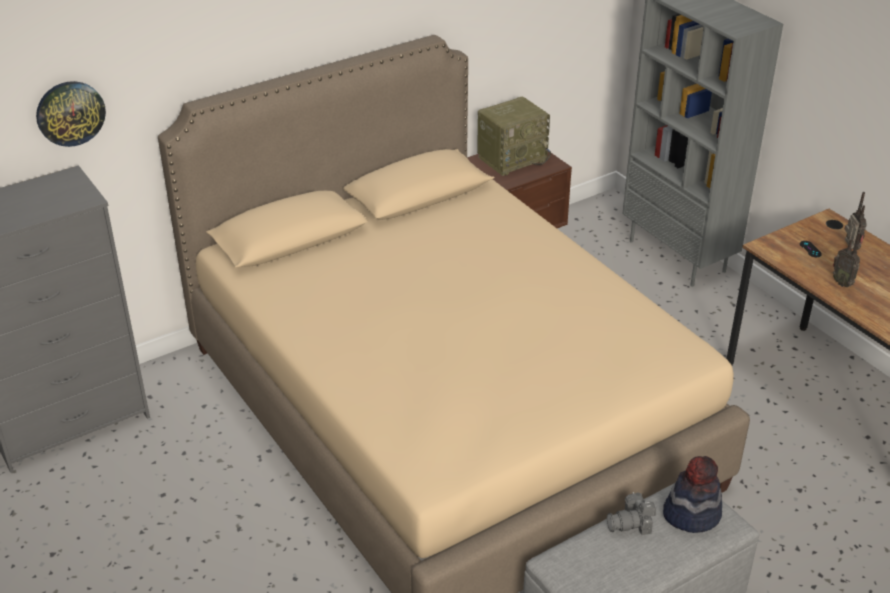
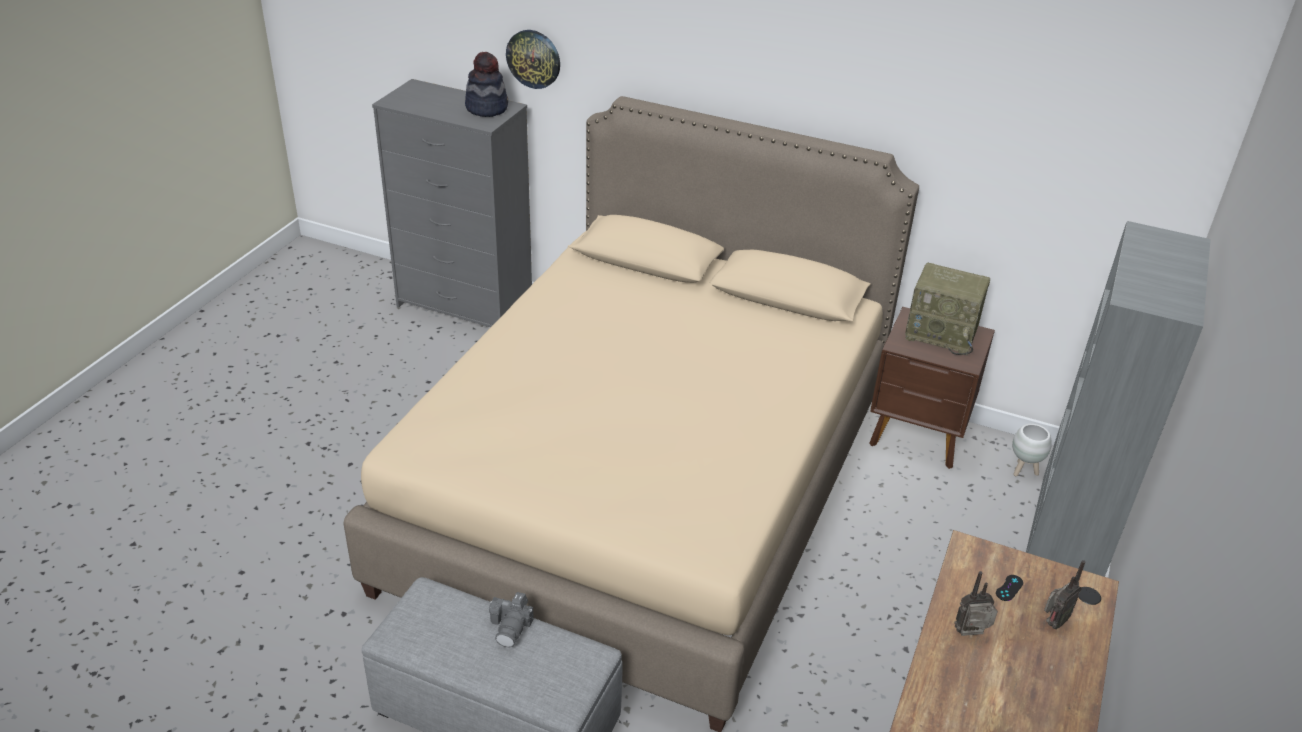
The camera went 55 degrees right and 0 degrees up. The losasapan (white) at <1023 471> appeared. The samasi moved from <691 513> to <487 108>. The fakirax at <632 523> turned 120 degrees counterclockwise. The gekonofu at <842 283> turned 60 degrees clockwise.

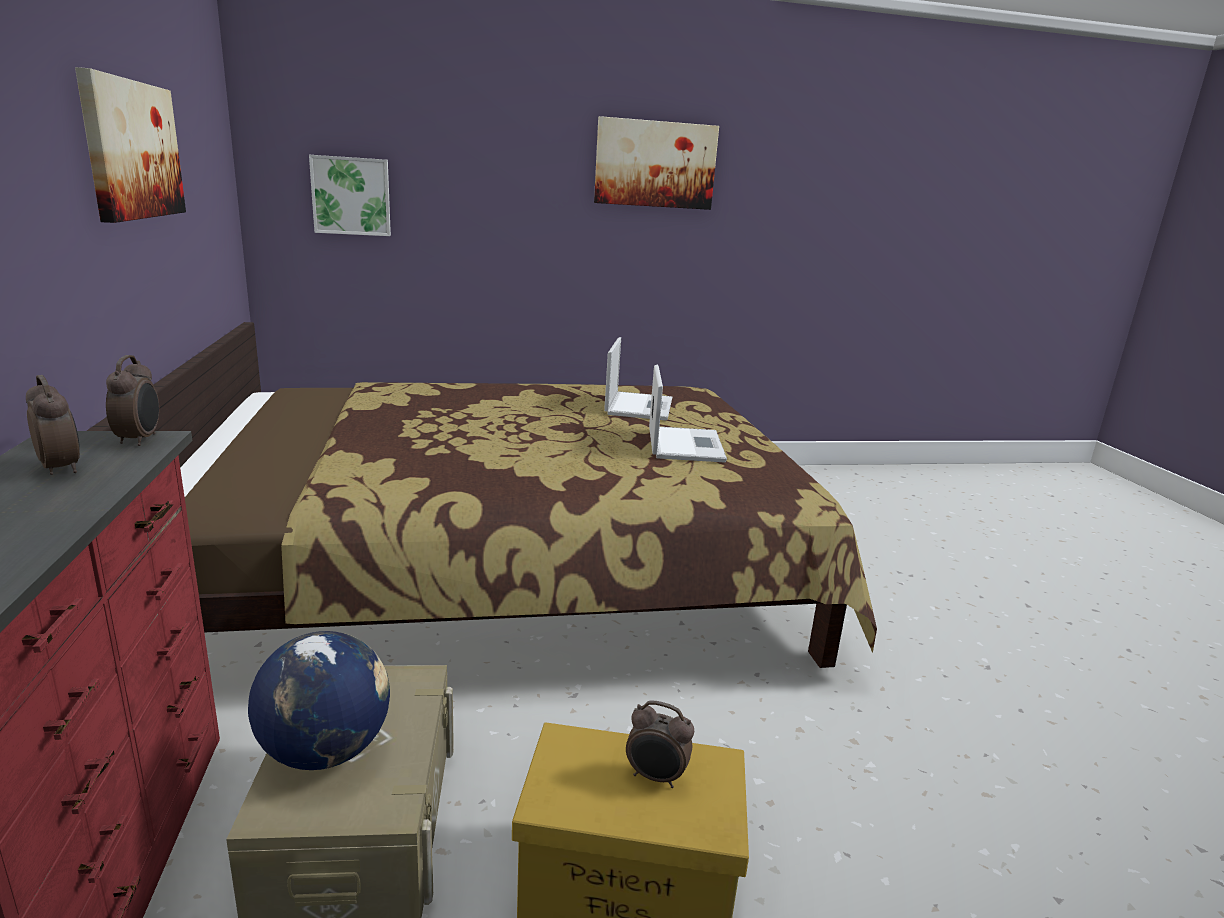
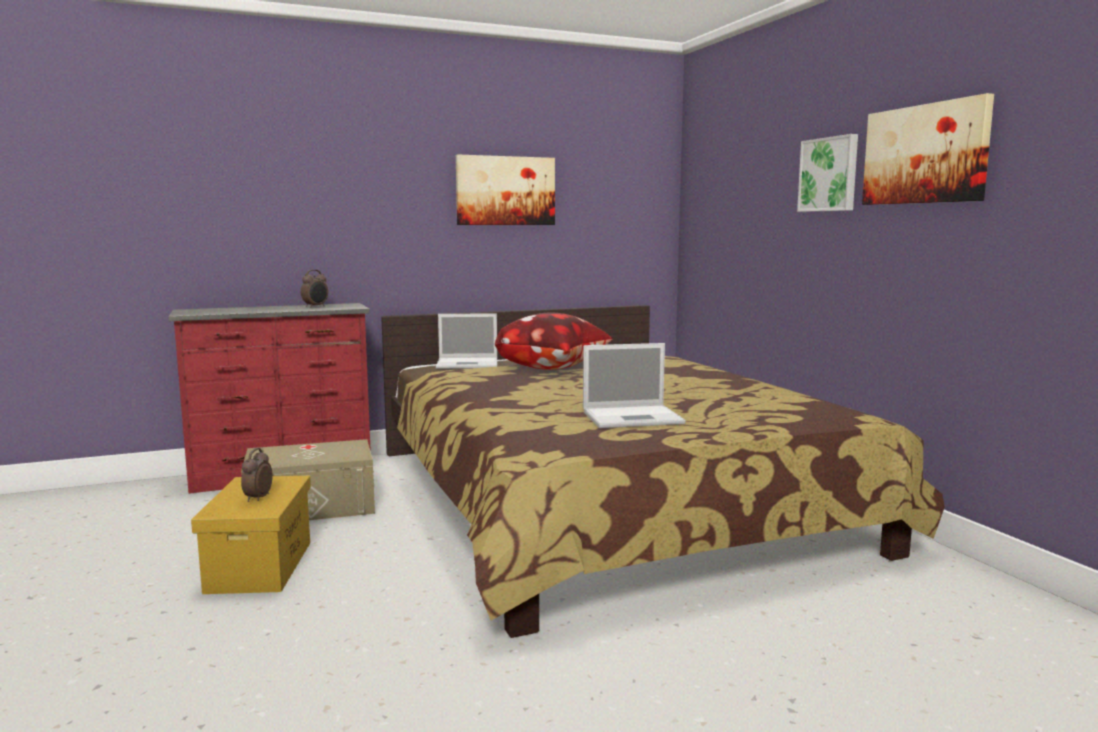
The camera went 80 degrees right and 10 degrees down. The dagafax at <140 439> disappeared. The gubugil at <326 751> disappeared. The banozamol at <554 368> appeared. The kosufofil moved from <351 196> to <829 174>. The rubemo moved from <639 406> to <469 364>.

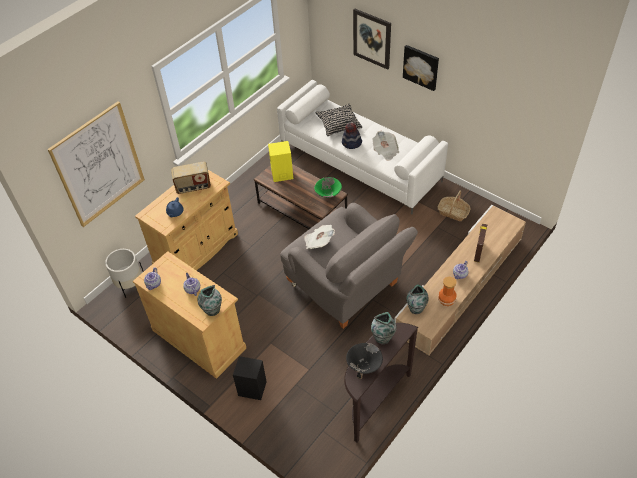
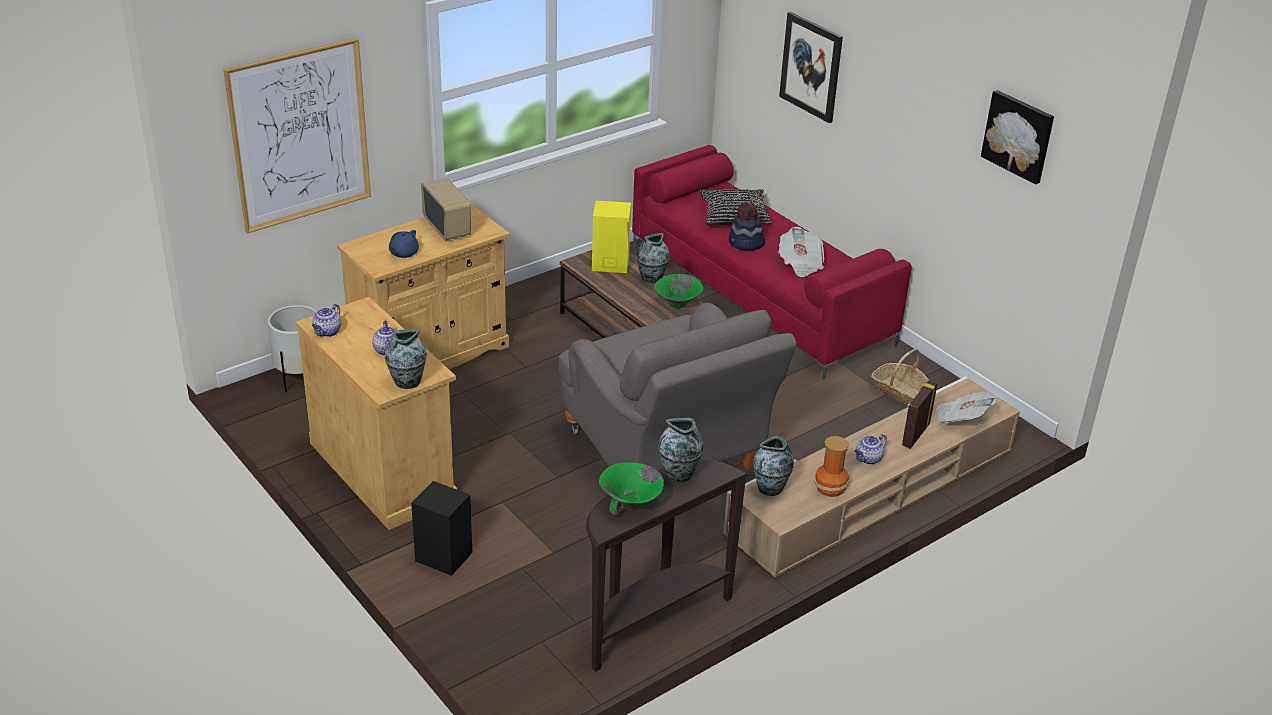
The camera went 10 degrees right and 15 degrees down. The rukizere at <651 278> appeared. The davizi moved from <318 242> to <961 419>. The kosufofil moved from <421 67> to <1019 136>. The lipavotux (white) at <360 163> became the lipavotux (red) at <760 294>. The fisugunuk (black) at <364 365> became the fisugunuk (green) at <630 503>. The gekonofu at <193 187> turned 120 degrees counterclockwise.

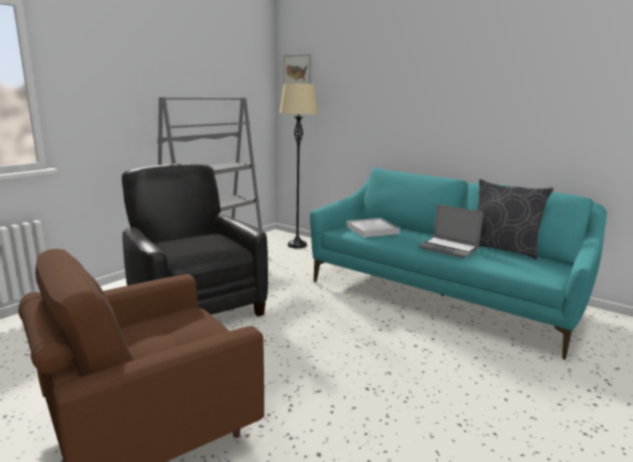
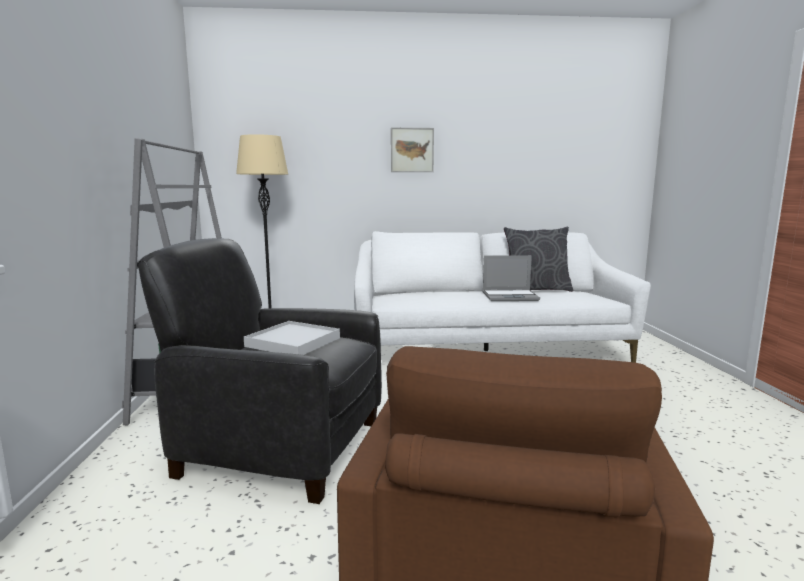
The camera went 40 degrees left and 5 degrees down. The kosufofil moved from <297 73> to <412 150>. The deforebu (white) moved from <372 230> to <293 342>. The lipavotux (turquoise) at <442 295> became the lipavotux (white) at <486 350>.

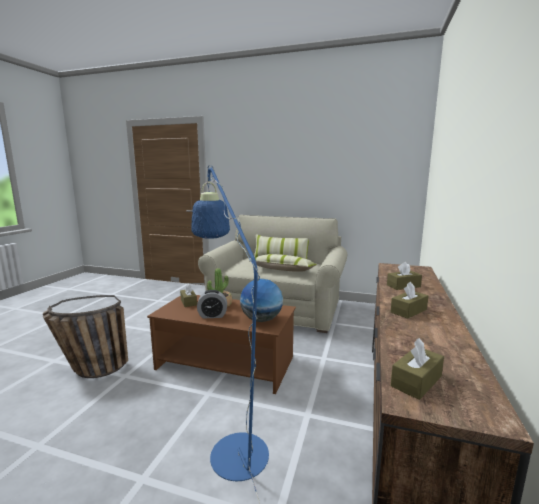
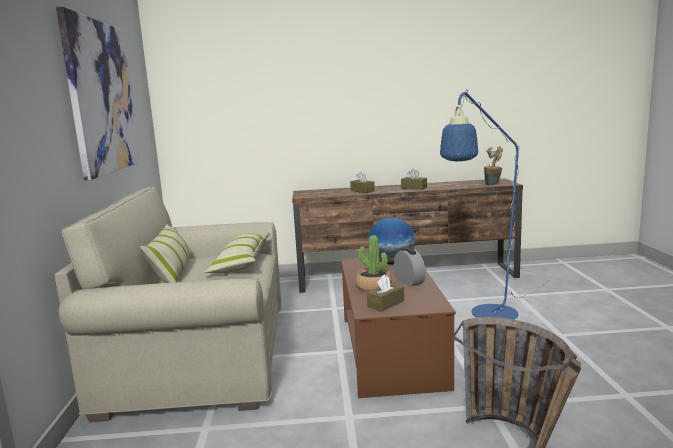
The camera went 110 degrees left and 0 degrees up. The kosufofil at <102 97> appeared. The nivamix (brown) at <416 381> was replaced by the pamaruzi at <493 184>.

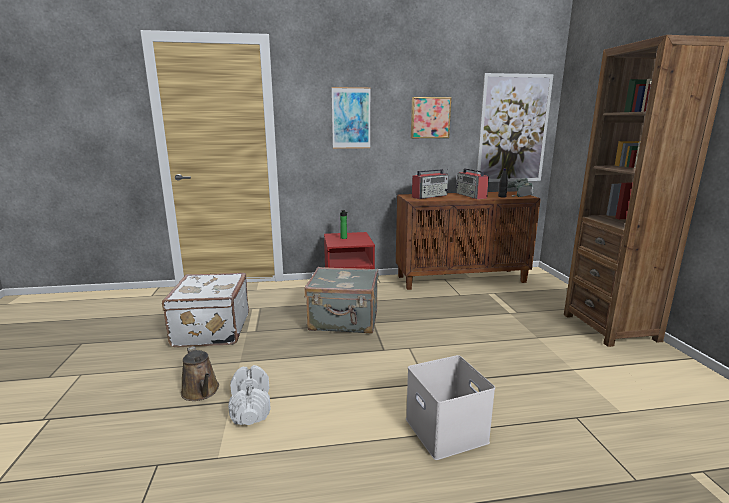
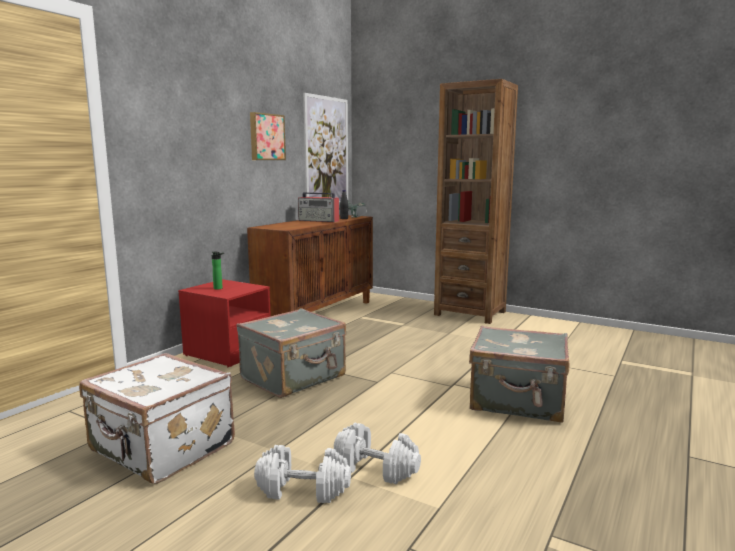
The camera went 50 degrees left and 5 degrees down. The kosufofil at <351 118> disappeared. The gekonofu at <430 196> disappeared. The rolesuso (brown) at <201 392> was replaced by the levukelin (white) at <303 489>. The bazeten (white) at <448 431> was replaced by the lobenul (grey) at <518 402>.

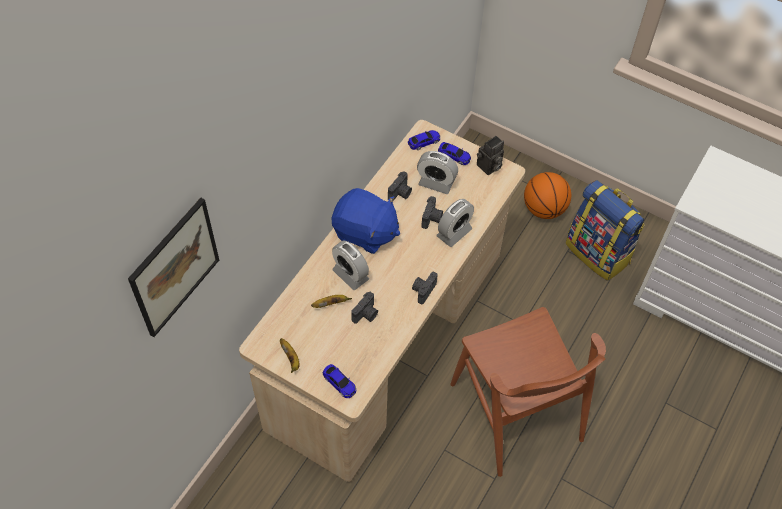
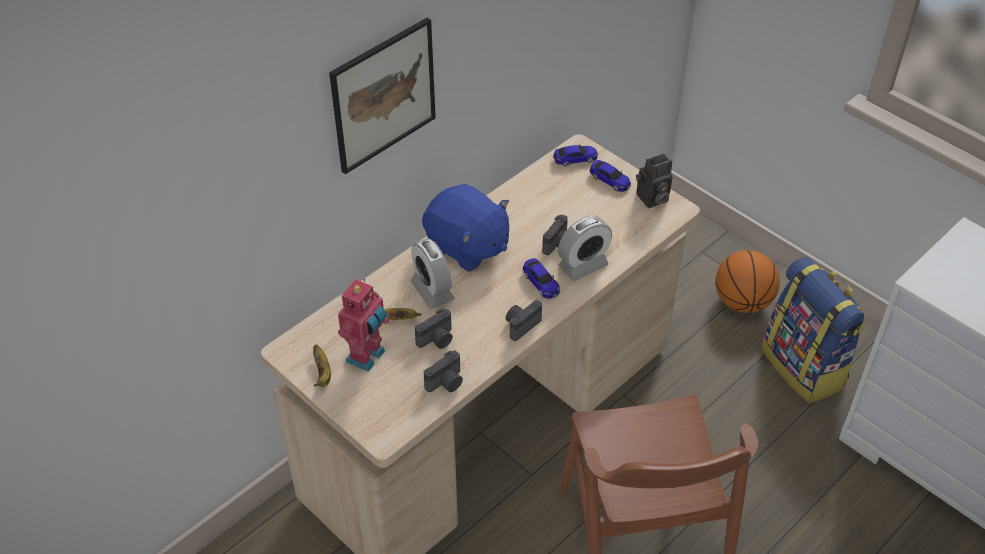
The camera went 15 degrees right and 10 degrees down. The dagafax at <436 183> disappeared. The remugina at <367 357> appeared. The kosufofil moved from <174 267> to <383 95>. The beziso moved from <339 383> to <541 283>. The fakirax moved from <400 193> to <446 383>.

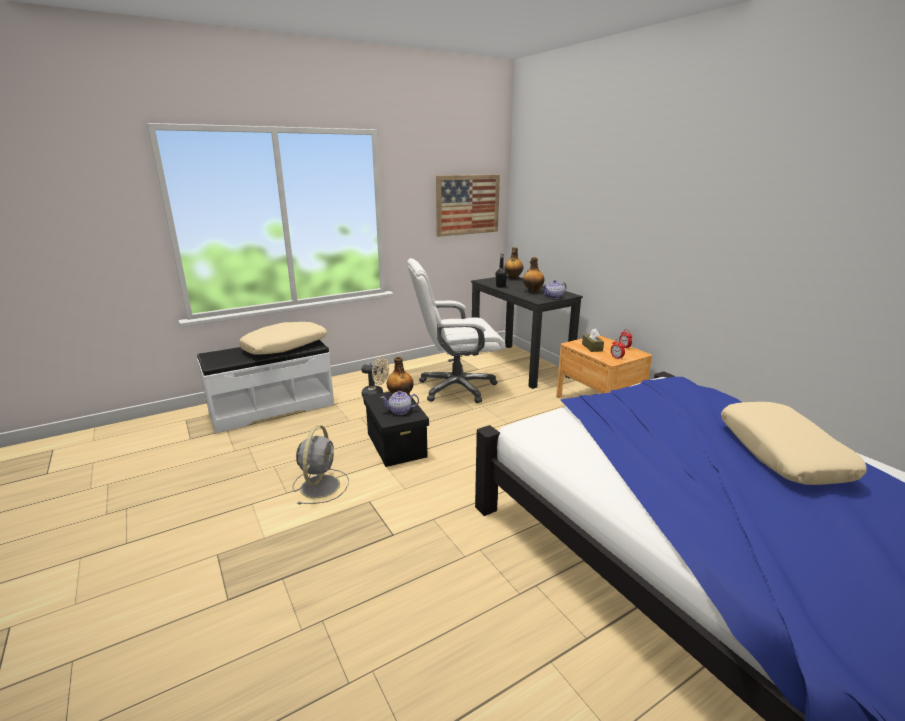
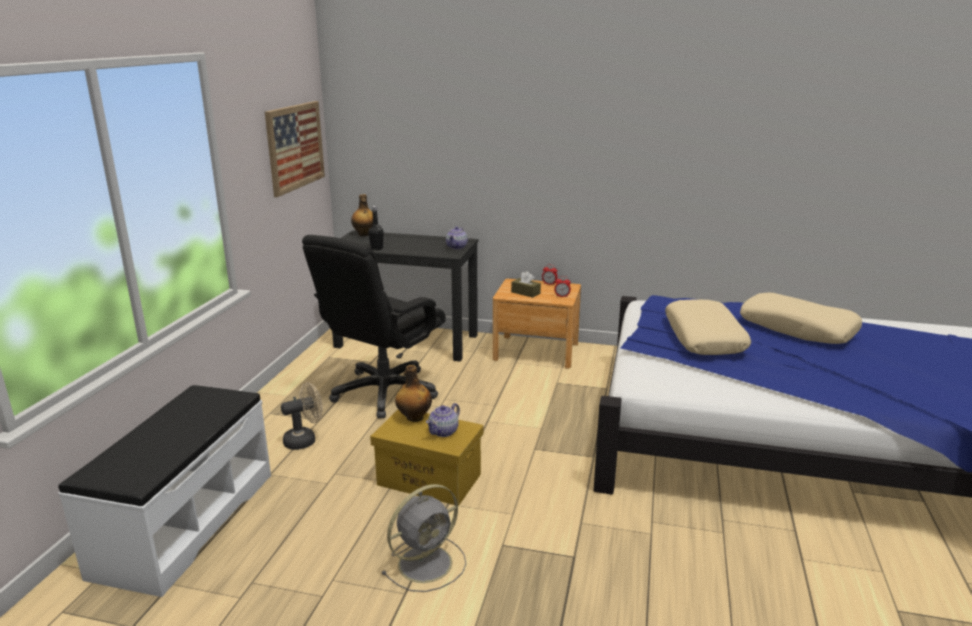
The camera went 45 degrees left and 0 degrees up. The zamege at <532 291> disappeared. The banozamol (beige) moved from <285 347> to <704 338>. The bazeten (black) at <397 445> became the bazeten (yellow) at <430 479>. The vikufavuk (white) at <456 388> became the vikufavuk (black) at <384 392>. The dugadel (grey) at <320 485> turned 90 degrees clockwise.

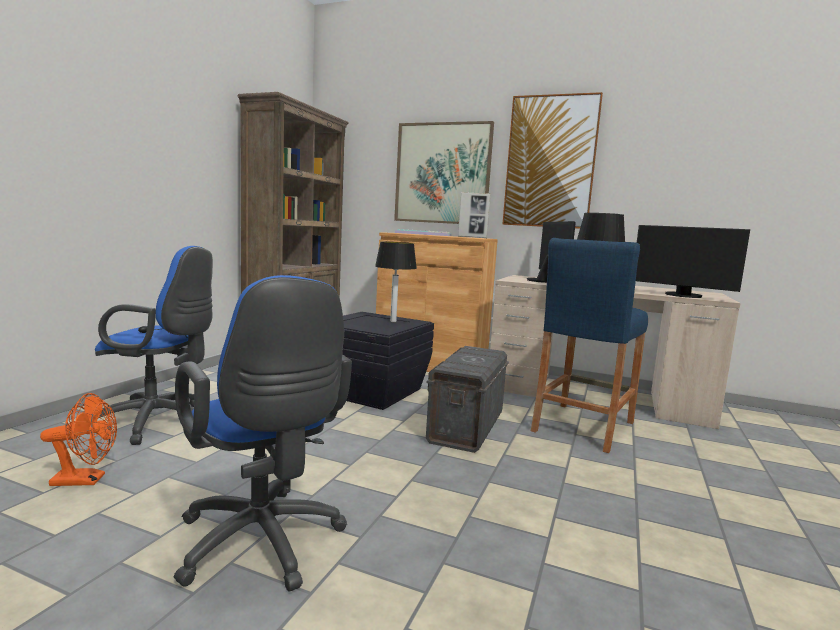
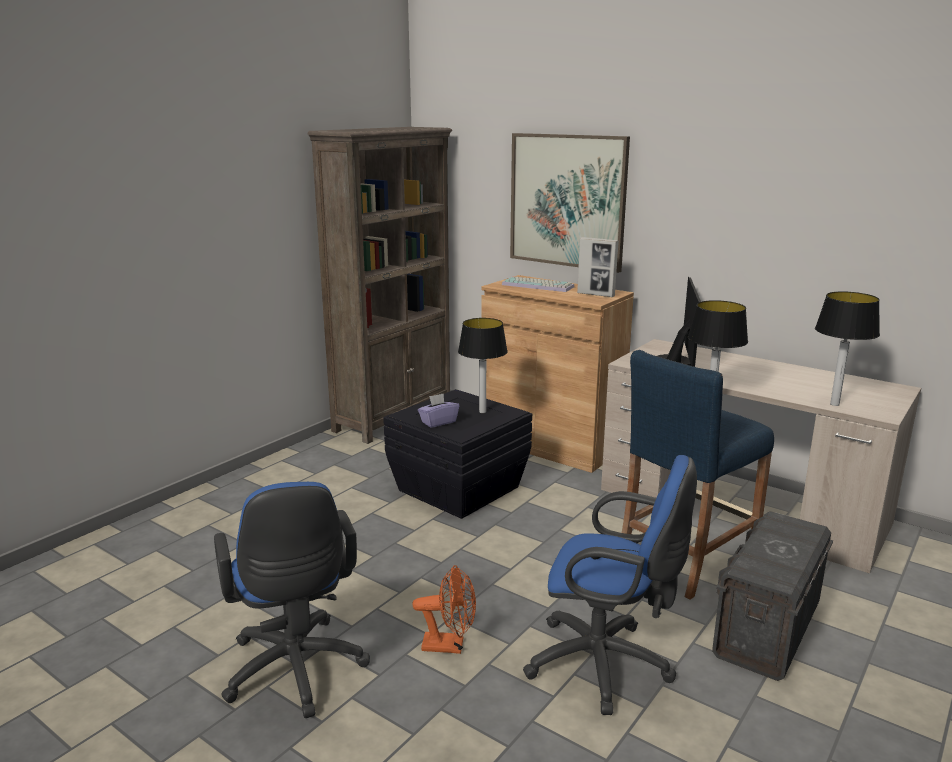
The camera went 15 degrees right and 10 degrees up. The kosufofil at <550 162> disappeared. The nivamix (purple) at <438 422> appeared. The dugadel (orange) moved from <86 480> to <450 645>. The vikufavuk (blue) moved from <159 423> to <606 665>. The bazeten (grey) moved from <466 427> to <766 629>. The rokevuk at <682 295> was replaced by the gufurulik at <835 404>.

